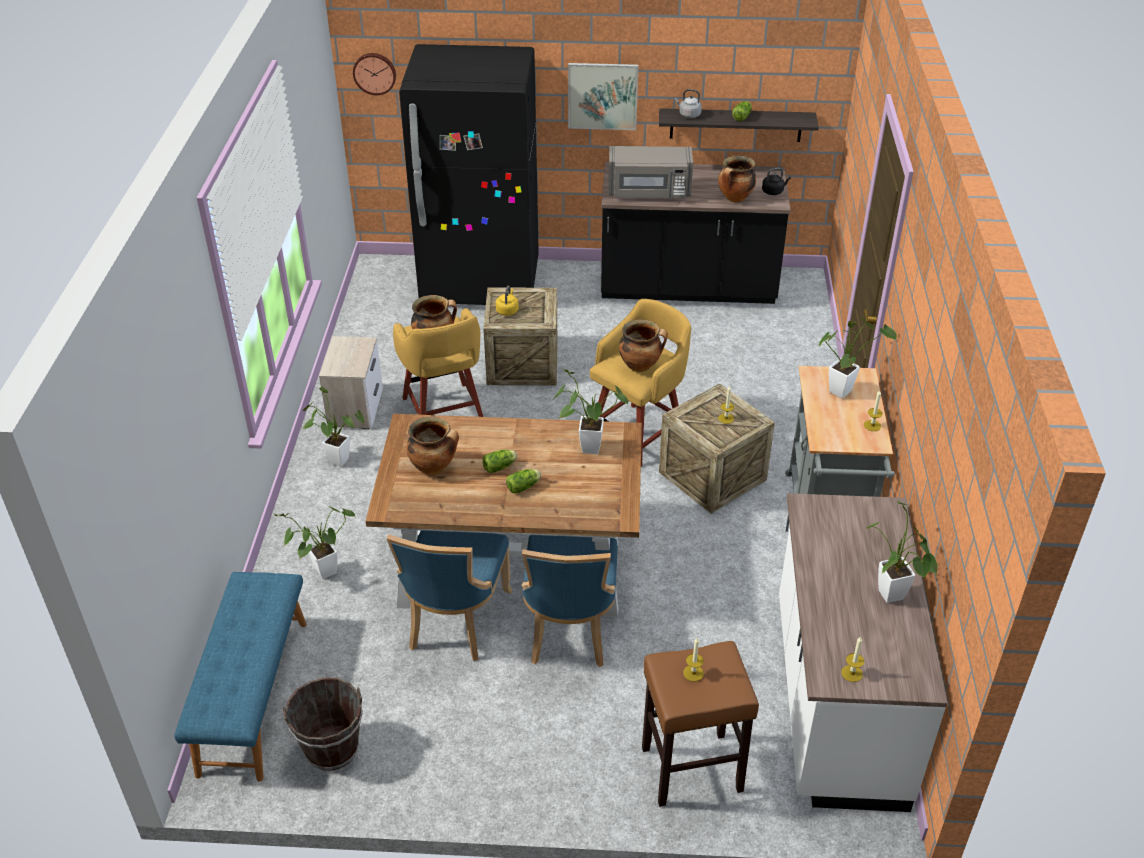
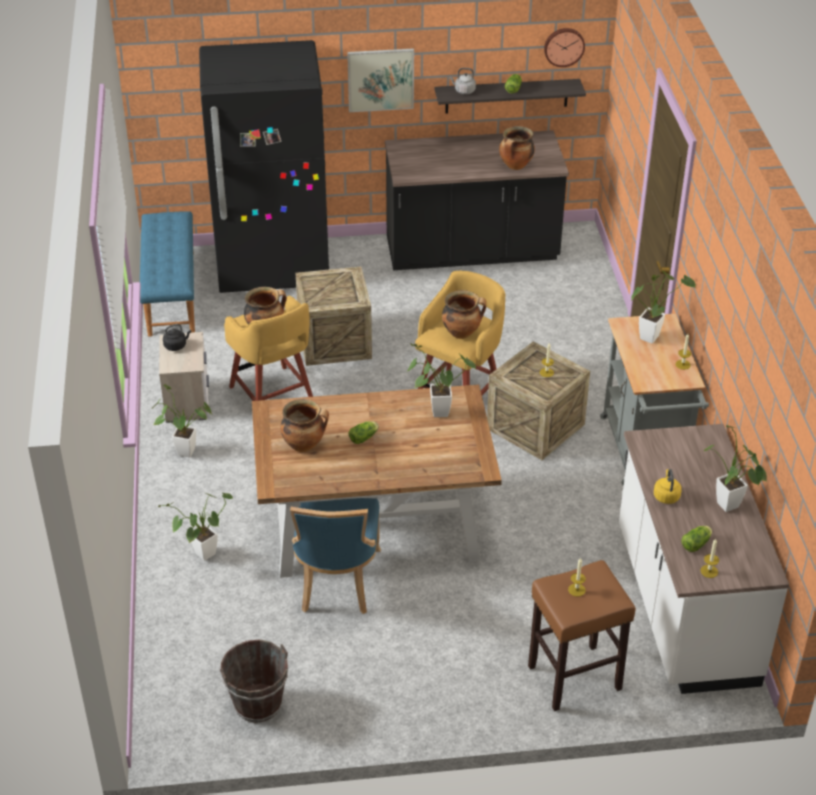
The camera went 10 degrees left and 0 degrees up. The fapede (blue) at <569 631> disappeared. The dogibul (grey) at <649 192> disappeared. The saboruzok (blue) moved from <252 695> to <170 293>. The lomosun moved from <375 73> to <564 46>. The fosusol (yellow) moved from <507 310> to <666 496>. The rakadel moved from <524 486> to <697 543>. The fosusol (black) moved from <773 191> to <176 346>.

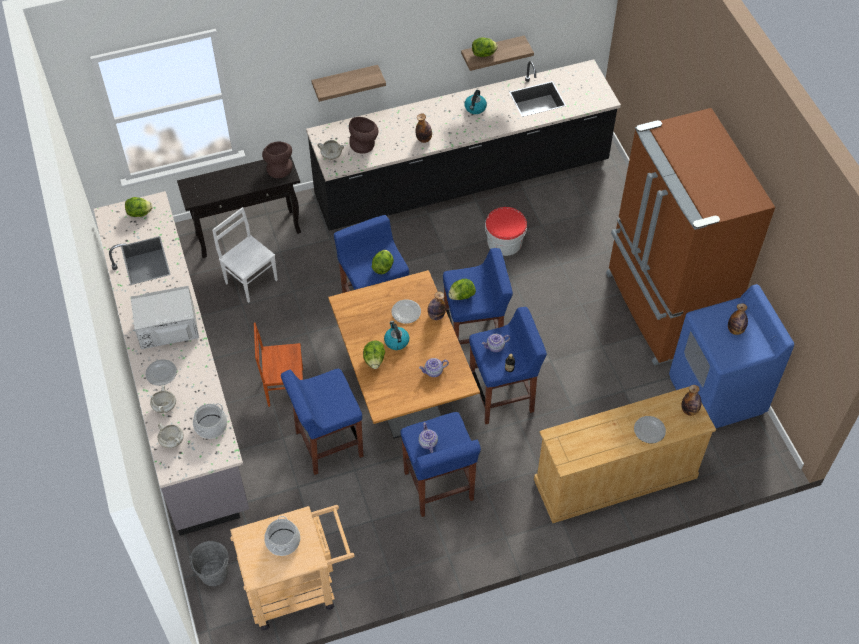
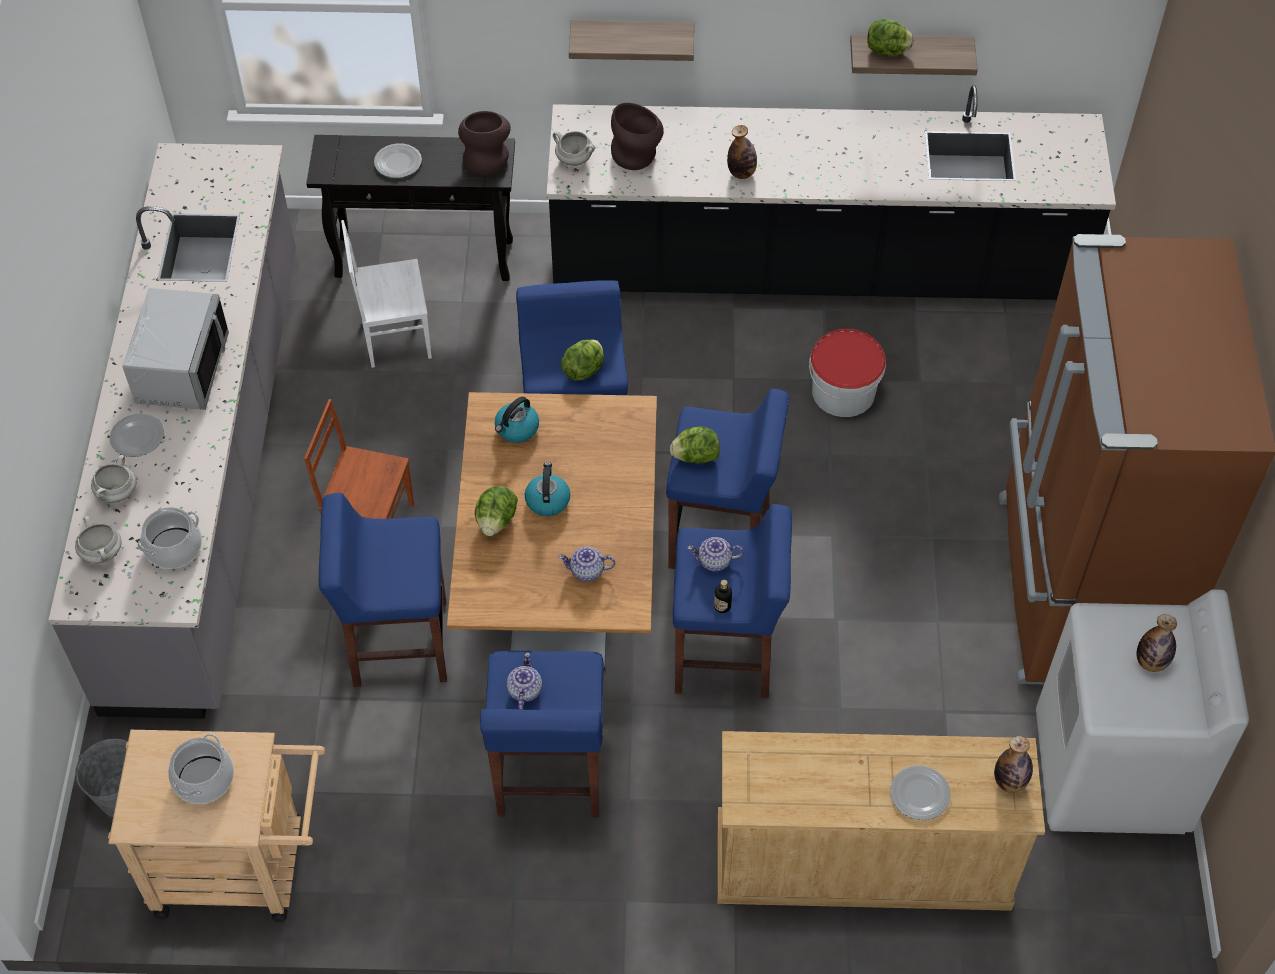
The camera went 20 degrees right and 0 degrees up. The rakadel at <139 213> disappeared. The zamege at <436 316> disappeared. The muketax moved from <406 312> to <398 162>. The fosusol moved from <475 108> to <516 429>. The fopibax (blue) at <716 395> became the fopibax (white) at <1110 773>. The dogibul (grey) at <168 329> turned 90 degrees clockwise. The fapede (white) at <251 280> turned 75 degrees counterclockwise.

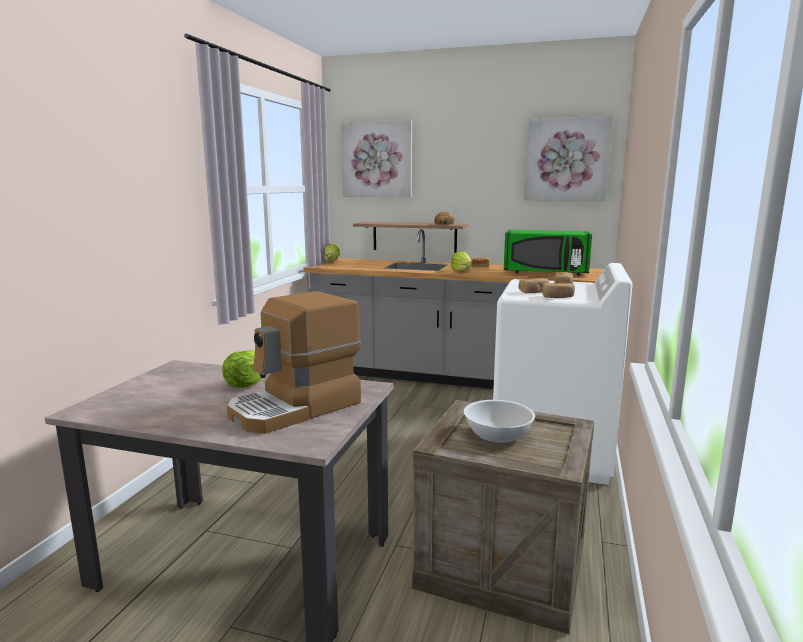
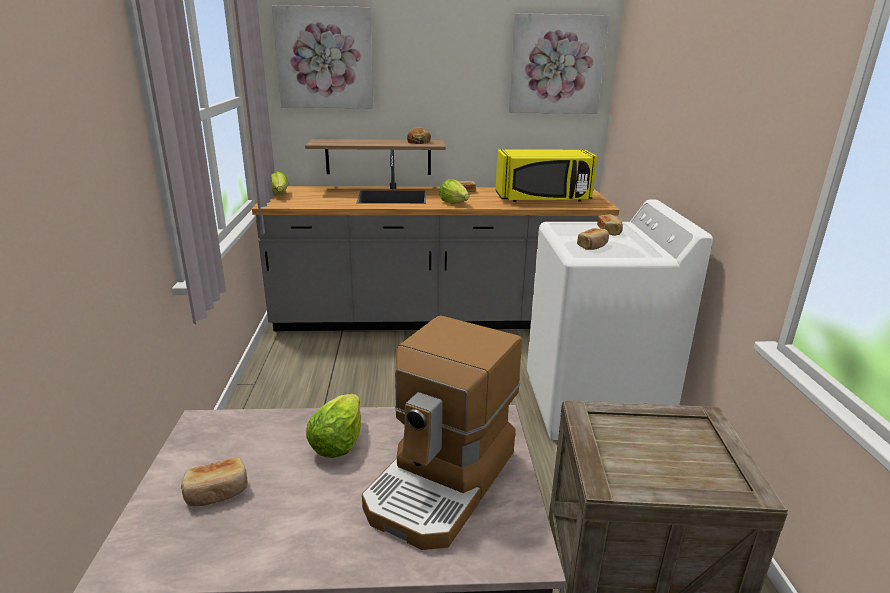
The camera went 20 degrees left and 10 degrees up. The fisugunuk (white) at <497 436> disappeared. The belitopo moved from <557 297> to <217 493>. The dogibul (green) at <545 273> became the dogibul (yellow) at <543 199>.

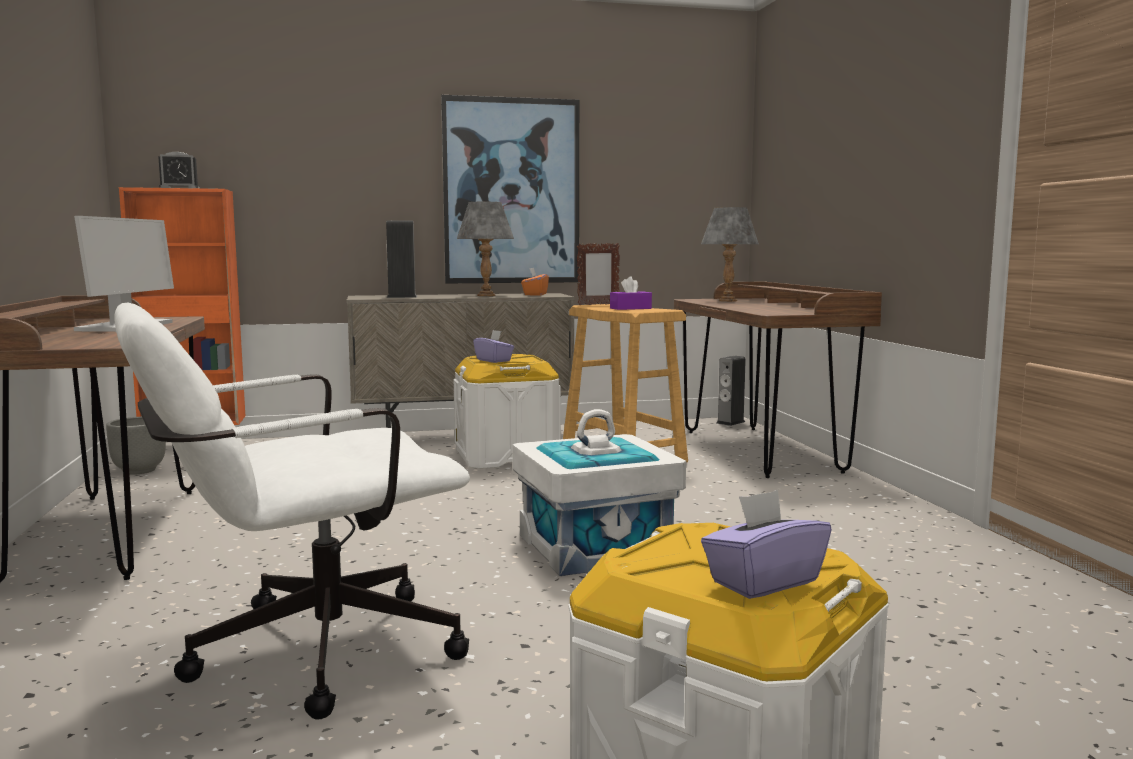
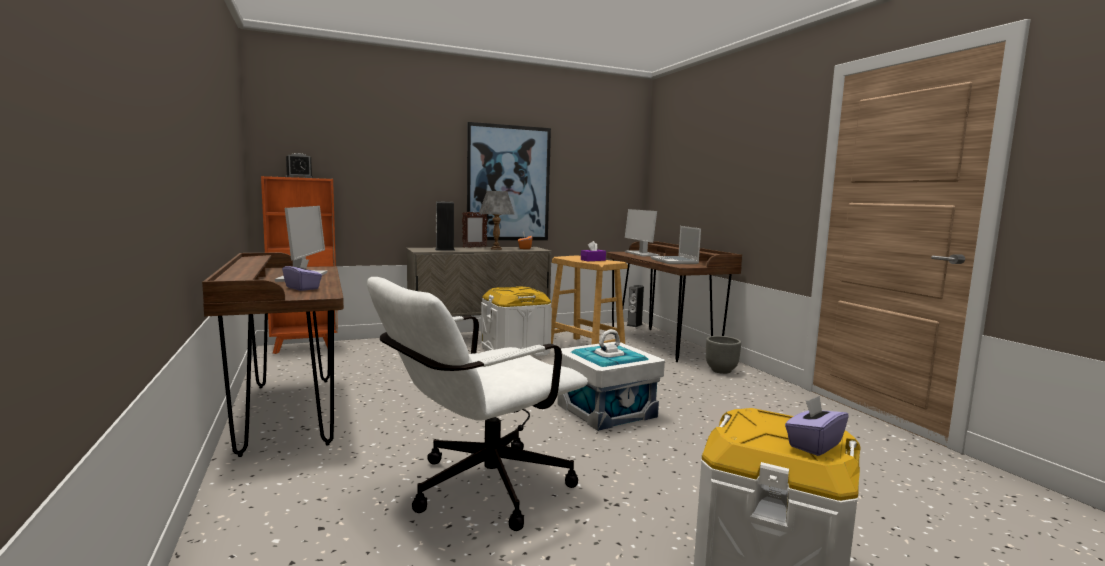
The camera went 10 degrees left and 0 degrees up. The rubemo at <675 261> appeared. The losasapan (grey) moved from <140 470> to <721 370>. The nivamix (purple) moved from <494 360> to <303 288>. The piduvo moved from <598 304> to <474 247>. The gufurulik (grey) at <728 301> was replaced by the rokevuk at <641 254>.

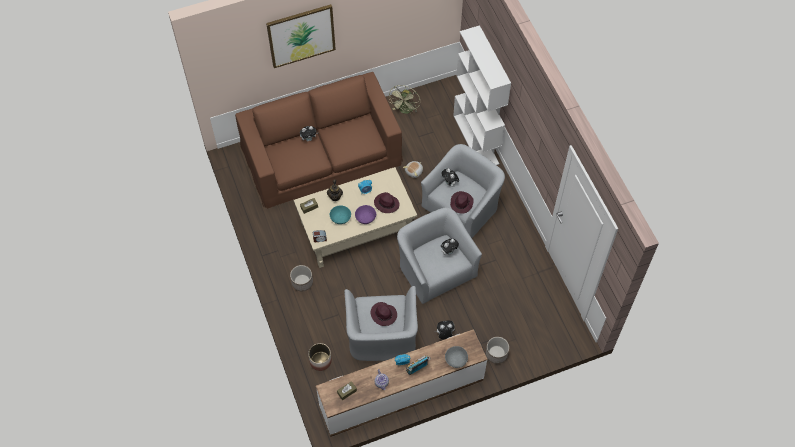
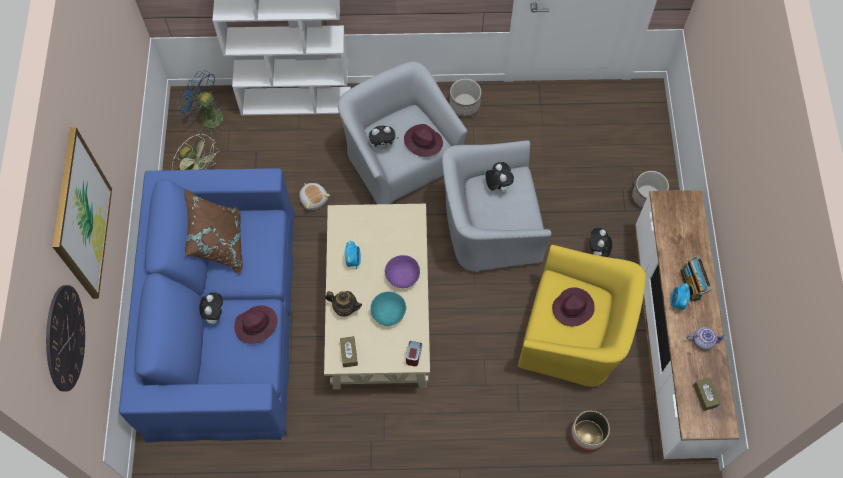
The camera went 70 degrees left and 5 degrees up. The fisugunuk (grey) at <456 360> disappeared. The lomosun at <64 338> appeared. The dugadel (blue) at <206 117> appeared. The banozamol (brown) at <219 243> appeared. The losasapan moved from <302 282> to <465 105>. The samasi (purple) moved from <386 204> to <255 326>. The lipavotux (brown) at <321 154> became the lipavotux (blue) at <221 319>. The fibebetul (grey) at <382 336> became the fibebetul (yellow) at <573 335>.

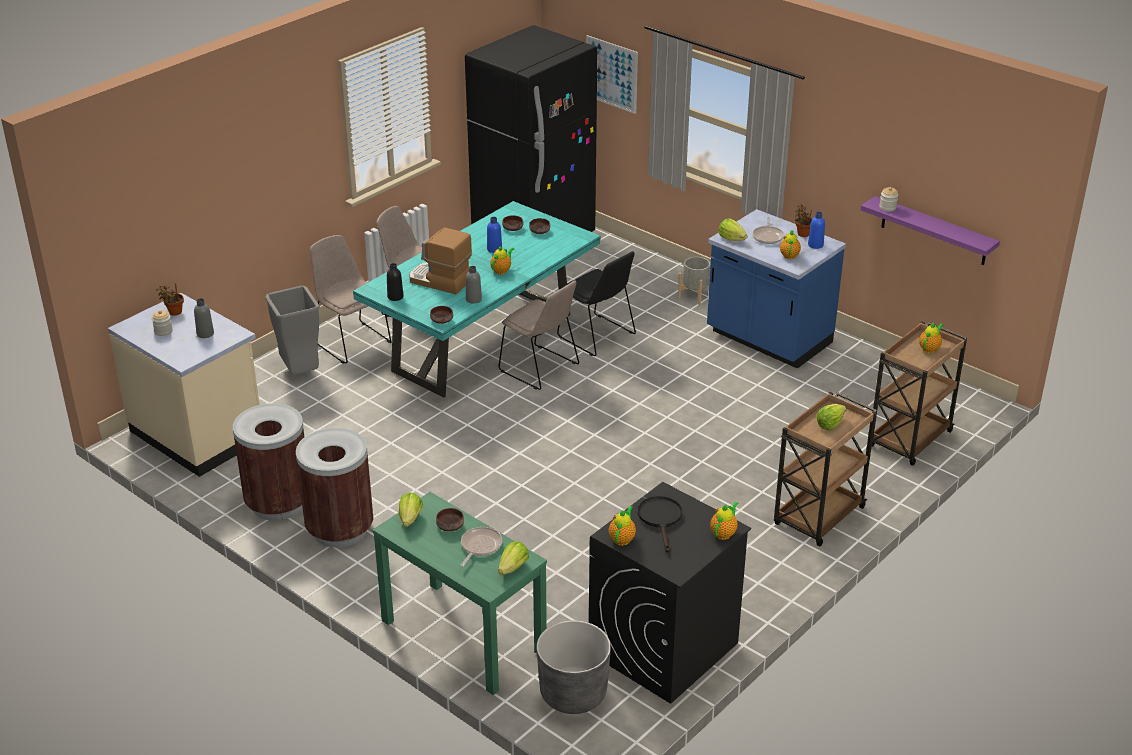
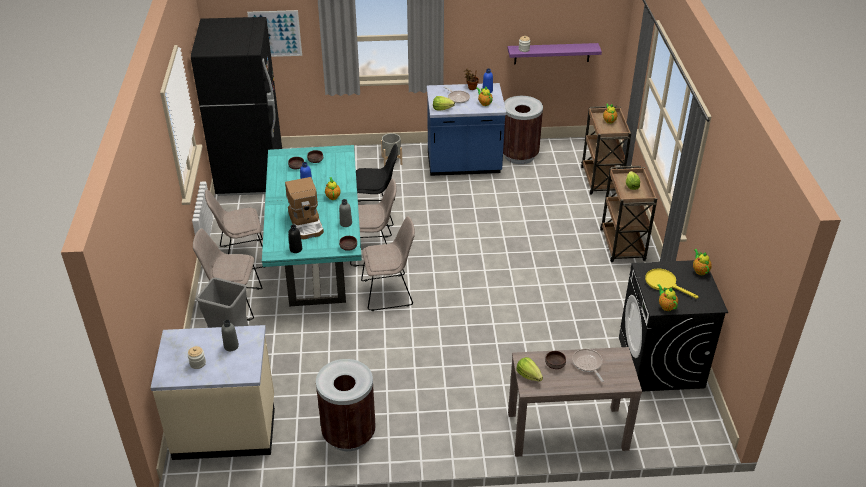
The camera went 45 degrees left and 5 degrees up. The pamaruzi at <174 312> disappeared. The rakadel at <513 568> disappeared. The losasapan (grey) at <573 693> disappeared. The fapede (beige) at <389 292> appeared. The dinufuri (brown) moved from <339 530> to <519 155>. The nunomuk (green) at <462 636> became the nunomuk (brown) at <567 431>. The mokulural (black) at <661 519> became the mokulural (yellow) at <664 283>. The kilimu at <440 281> turned 90 degrees counterclockwise.

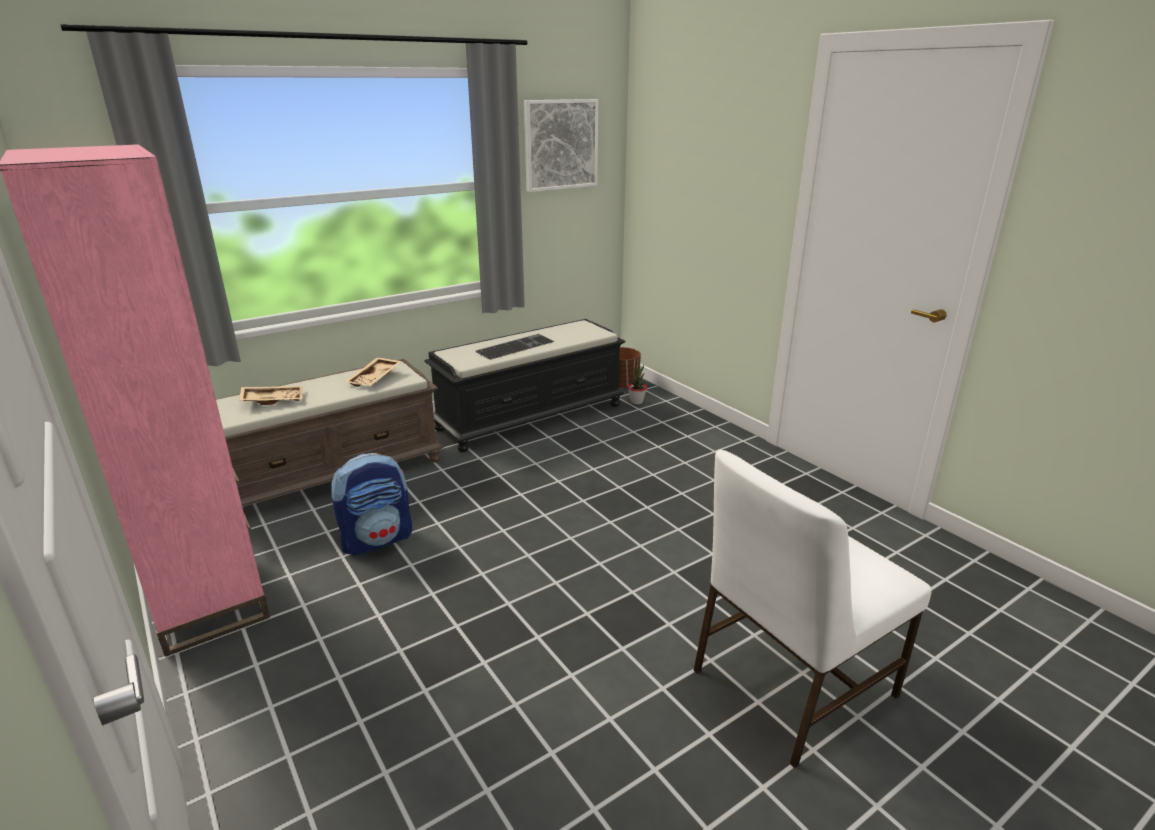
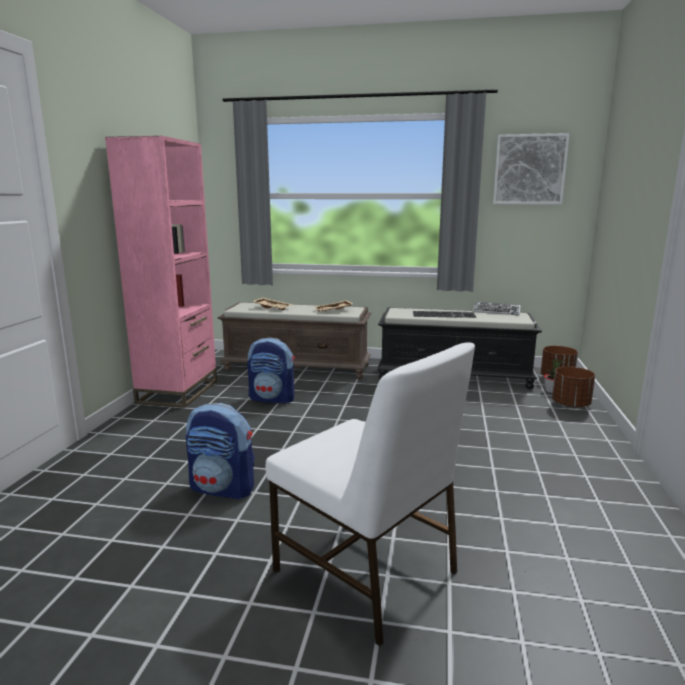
The camera went 45 degrees right and 10 degrees down. The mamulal at <223 488> appeared. The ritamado at <496 312> appeared. The losasapan (brown) at <570 405> appeared. The fapede (white) at <790 683> turned 150 degrees counterclockwise.

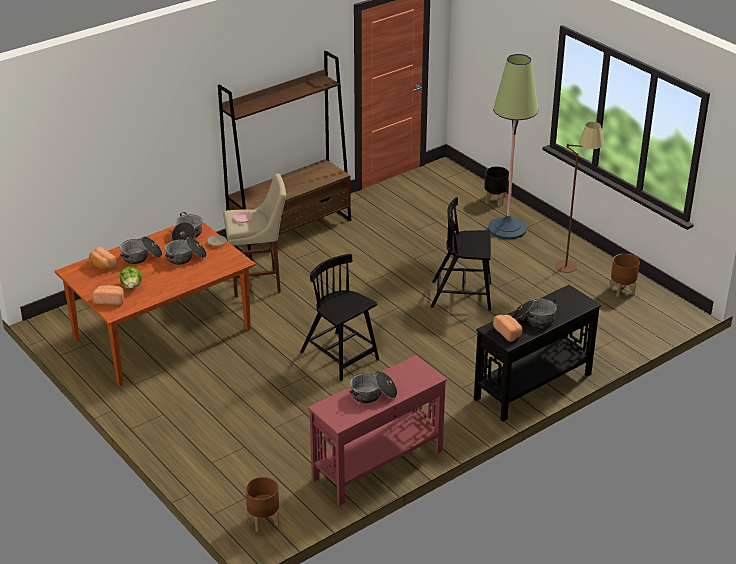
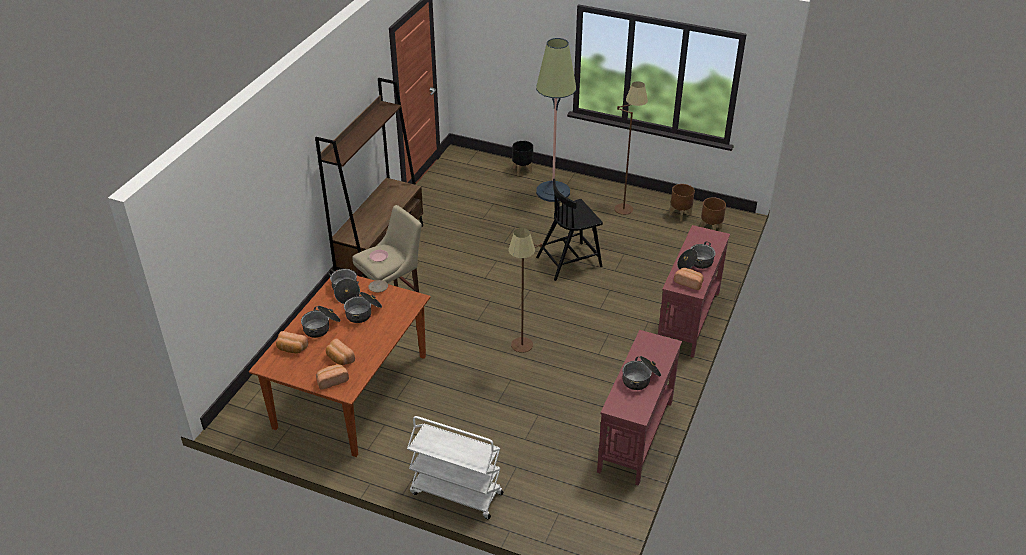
The camera went 30 degrees left and 5 degrees up. The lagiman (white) at <455 493> appeared. The losasapan (brown) moved from <263 521> to <710 229>. The rakadel at <132 286> was replaced by the belitopo at <339 359>. The fapede (black) at <340 357> was replaced by the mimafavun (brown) at <522 352>. The nunomuk (black) at <532 386> became the nunomuk (red) at <688 319>.

